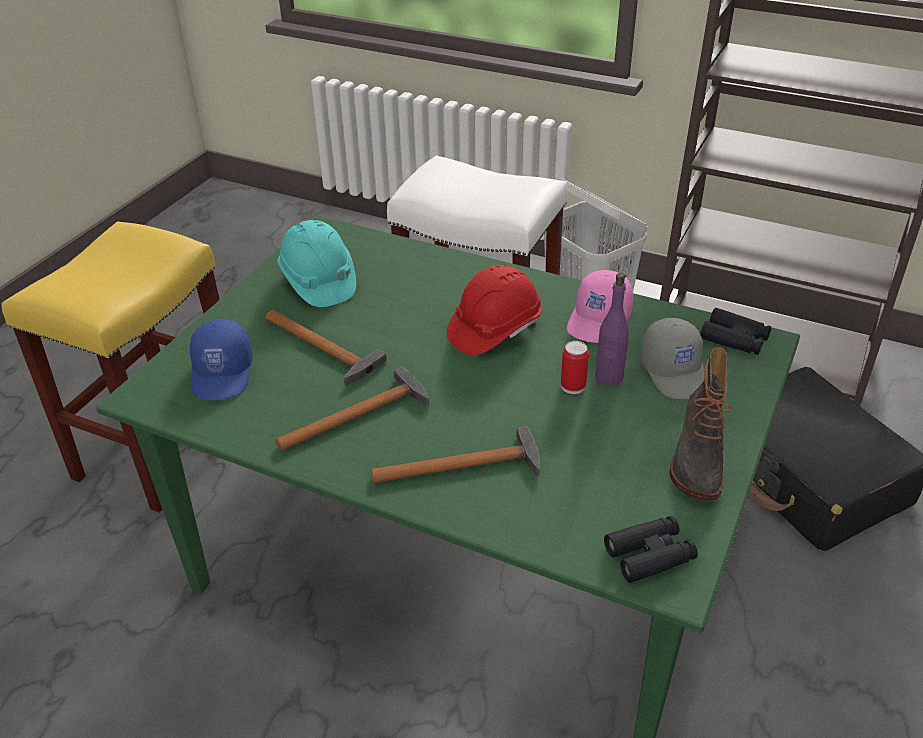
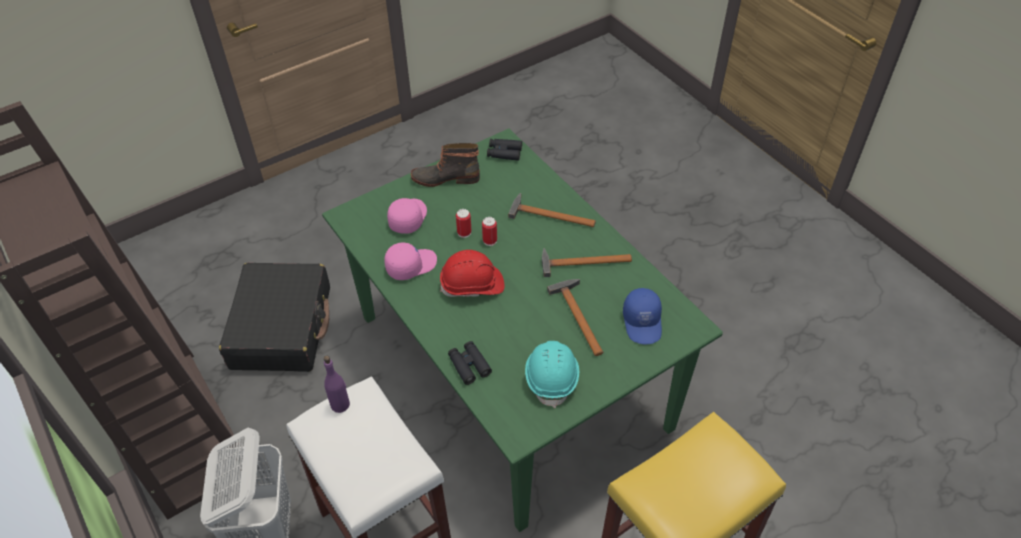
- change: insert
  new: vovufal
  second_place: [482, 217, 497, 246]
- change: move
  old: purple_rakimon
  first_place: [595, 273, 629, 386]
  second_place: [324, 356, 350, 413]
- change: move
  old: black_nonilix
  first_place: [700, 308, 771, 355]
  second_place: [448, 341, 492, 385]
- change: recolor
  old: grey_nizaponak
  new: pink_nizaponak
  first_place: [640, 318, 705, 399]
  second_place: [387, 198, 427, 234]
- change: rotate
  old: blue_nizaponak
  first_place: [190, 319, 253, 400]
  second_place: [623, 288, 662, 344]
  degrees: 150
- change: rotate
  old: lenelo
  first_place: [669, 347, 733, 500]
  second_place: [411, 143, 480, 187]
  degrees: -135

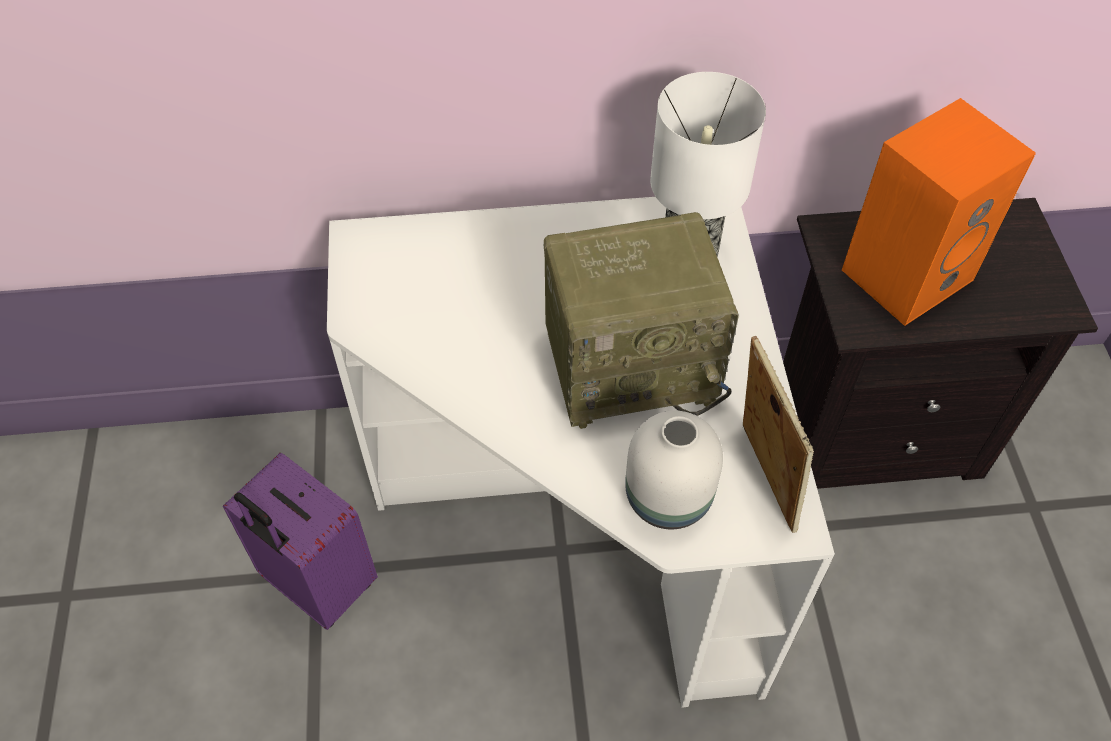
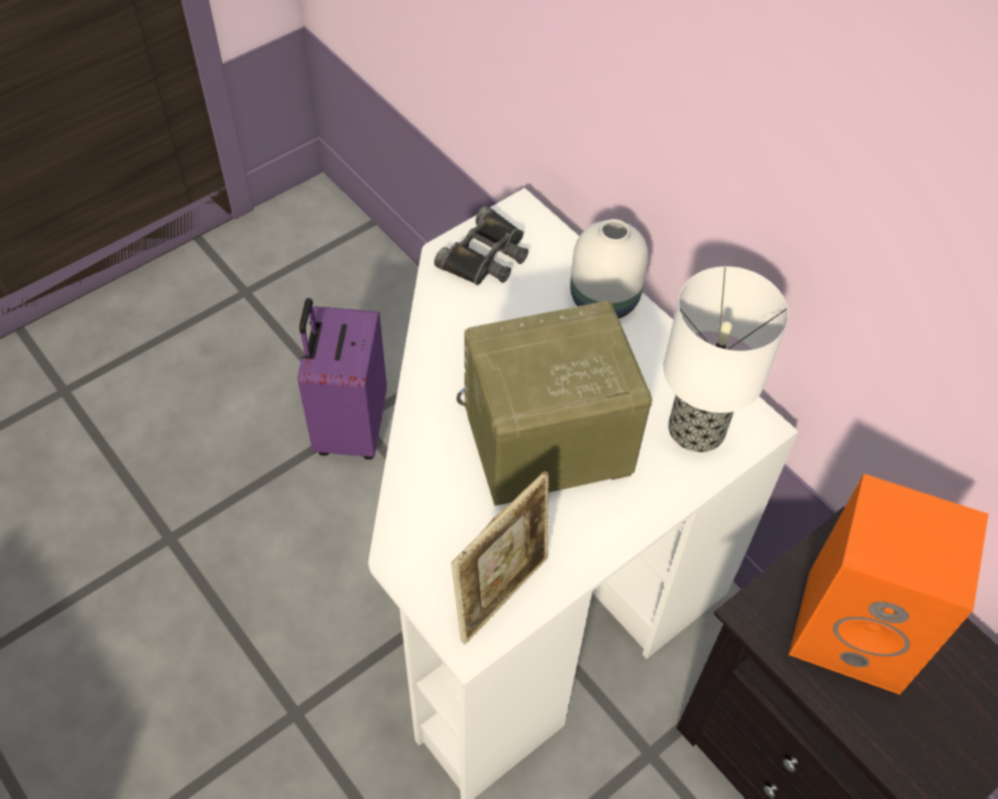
- change: insert
  new: black_nonilix
  second_place: [434, 206, 528, 285]
- change: move
  old: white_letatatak
  first_place: [625, 411, 723, 529]
  second_place: [570, 219, 649, 319]
- change: rotate
  old: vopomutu
  first_place: [544, 212, 739, 429]
  second_place: [456, 301, 652, 506]
  degrees: 120

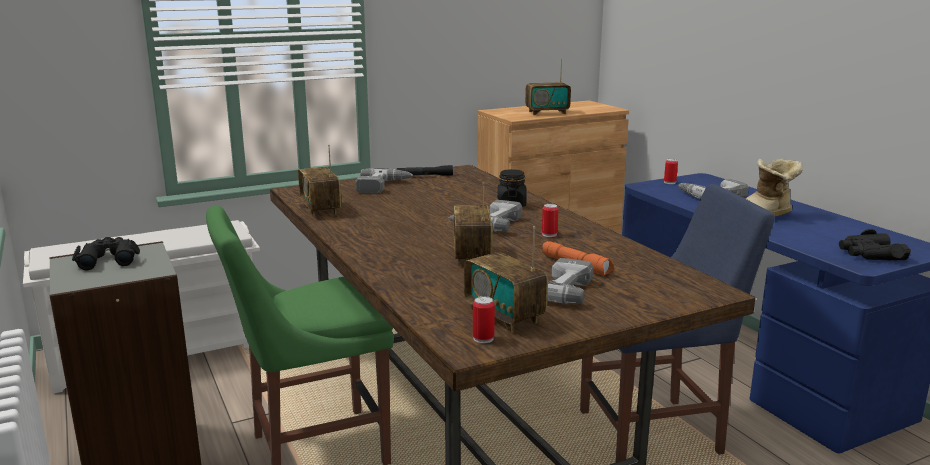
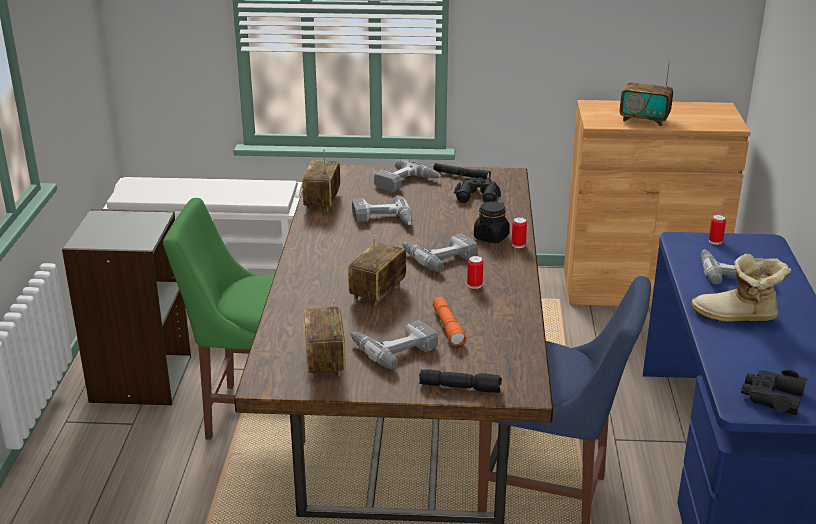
- change: insert
  new: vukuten
  second_place: [352, 195, 413, 225]
- change: insert
  new: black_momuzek
  second_place: [419, 369, 502, 393]
- change: move
  old: black_nonilix
  first_place: [72, 237, 140, 271]
  second_place: [454, 177, 501, 203]
- change: move
  old: vovufal
  first_place: [473, 296, 495, 343]
  second_place: [512, 217, 527, 248]

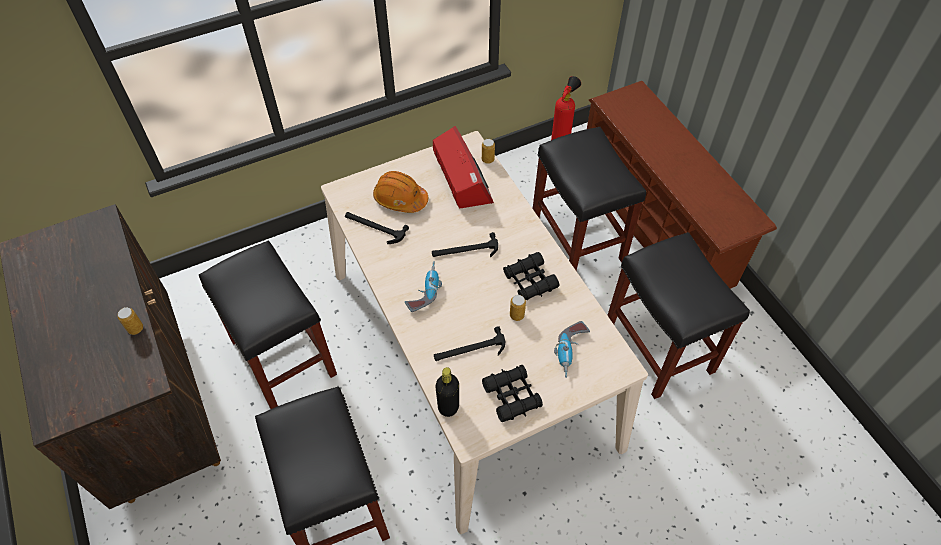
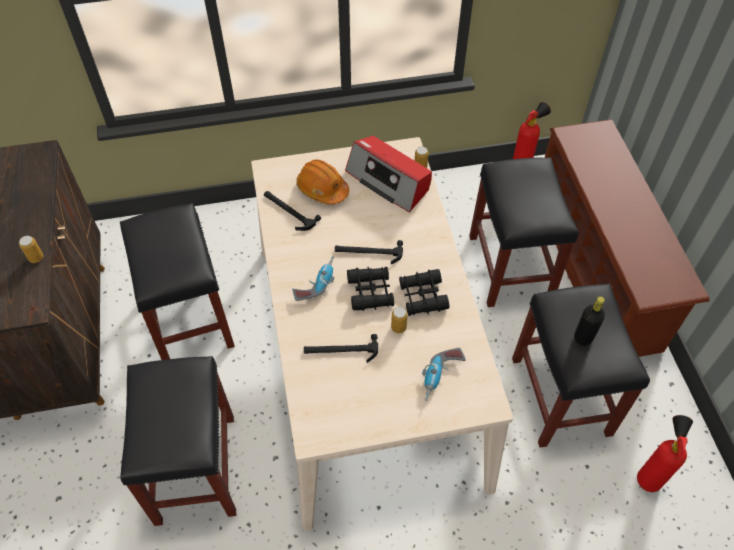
- change: insert
  new: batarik
  second_place: [637, 415, 693, 492]
- change: move
  old: black_rakimon
  first_place: [436, 367, 459, 417]
  second_place: [574, 296, 605, 346]
- change: move
  old: black_nonilix
  first_place: [482, 365, 543, 422]
  second_place: [347, 267, 394, 311]
- change: rotate
  old: vopomutu
  first_place: [433, 126, 494, 209]
  second_place: [345, 136, 432, 213]
  degrees: 135

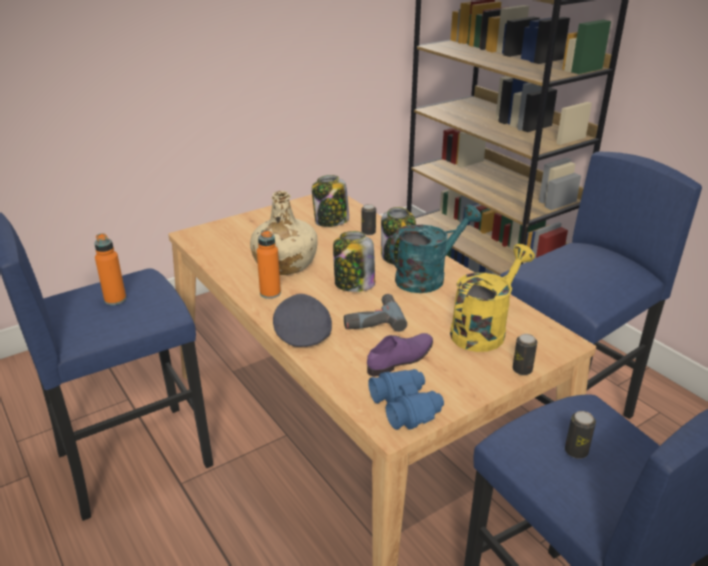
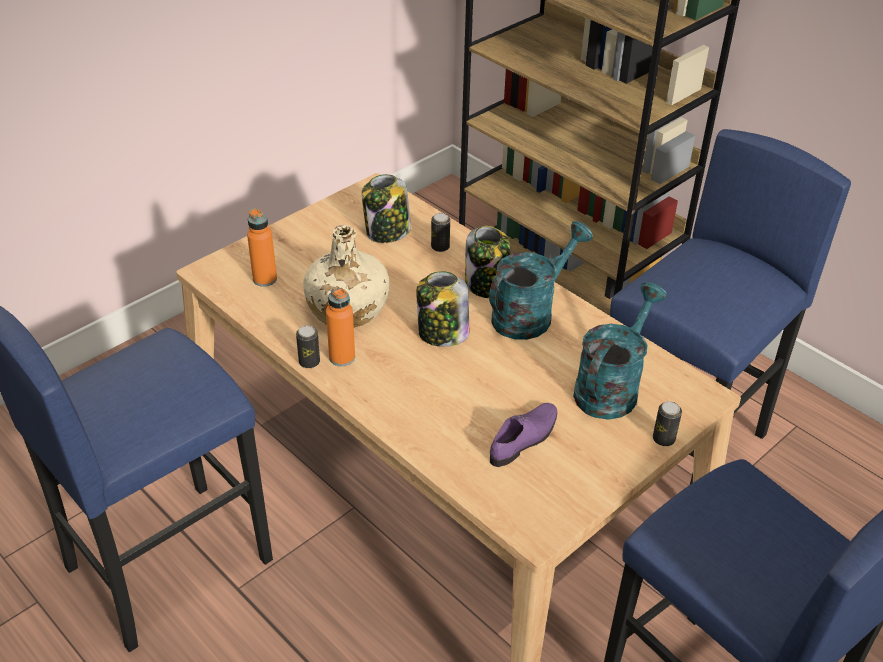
- change: delete
  old: grey_nizaponak
  first_place: [273, 294, 332, 347]
- change: delete
  old: vukuten
  first_place: [344, 294, 407, 332]
- change: delete
  old: blue_nonilix
  first_place: [368, 369, 444, 430]
- change: move
  old: orange_rakimon
  first_place: [95, 233, 126, 305]
  second_place: [247, 208, 277, 287]
- change: move
  old: vovufal
  first_place: [565, 411, 596, 459]
  second_place: [296, 325, 320, 368]
- change: recolor
  old: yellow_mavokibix
  new: turquoise_mavokibix
  first_place: [450, 244, 535, 352]
  second_place: [573, 282, 667, 420]

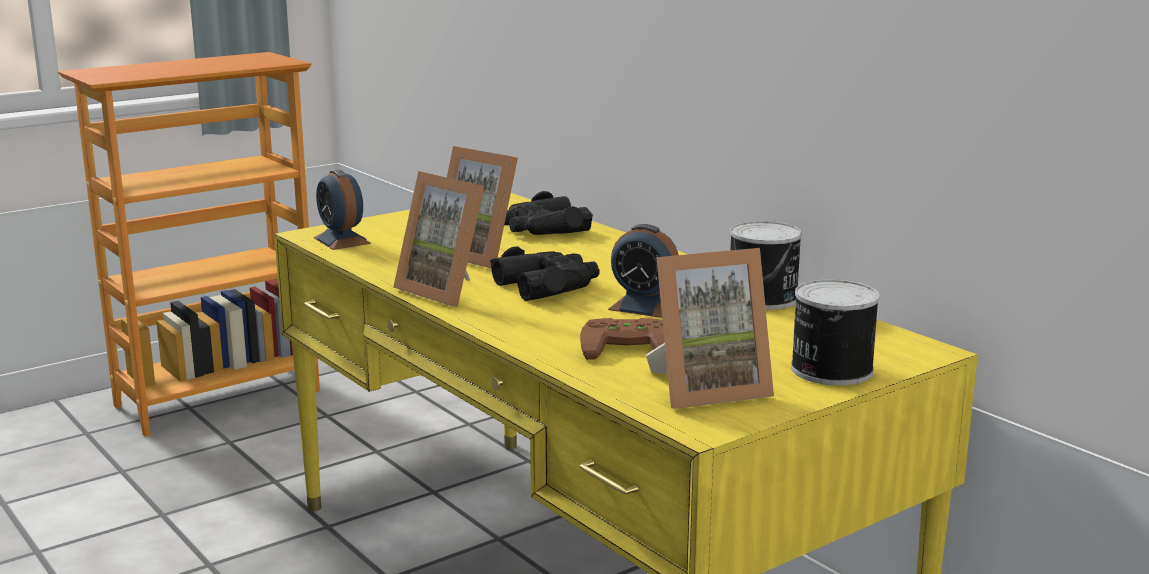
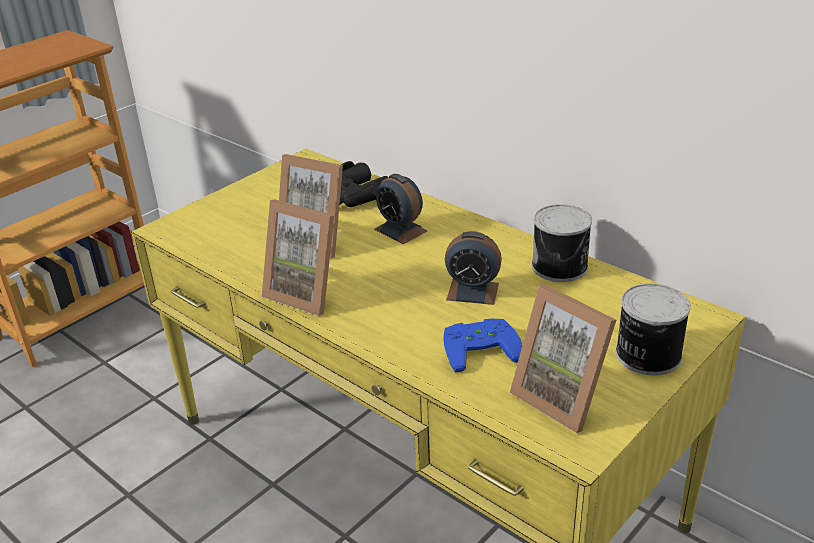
- change: delete
  old: black_nonilix
  first_place: [490, 246, 600, 301]
- change: move
  old: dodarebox
  first_place: [314, 169, 371, 250]
  second_place: [374, 174, 428, 244]
- change: recolor
  old: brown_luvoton
  new: blue_luvoton
  first_place: [580, 318, 665, 360]
  second_place: [443, 319, 523, 372]
- change: rotate
  old: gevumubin
  first_place: [646, 248, 774, 409]
  second_place: [510, 284, 616, 433]
  degrees: 75

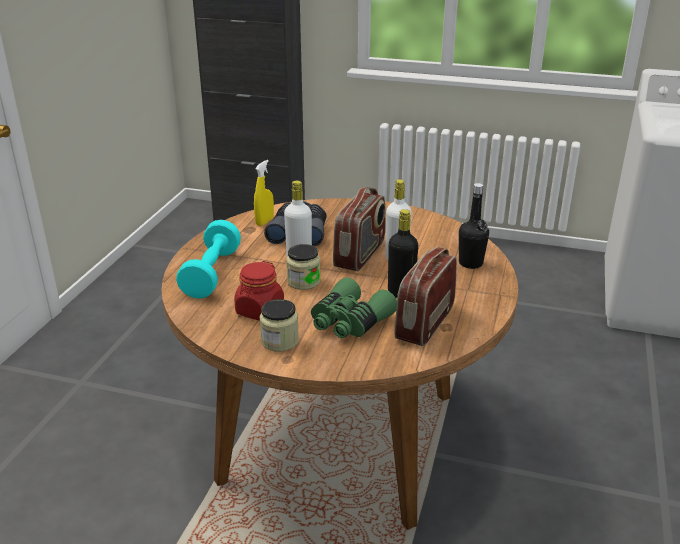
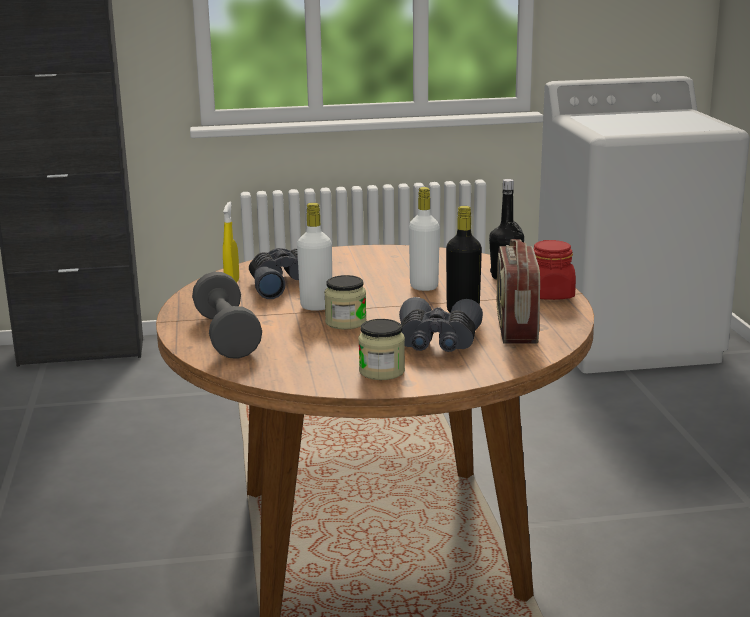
- change: delete
  old: vopomutu
  first_place: [333, 187, 385, 271]
- change: move
  old: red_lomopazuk
  first_place: [234, 261, 284, 320]
  second_place: [533, 240, 576, 300]
- change: recolor
  old: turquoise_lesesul
  new: grey_lesesul
  first_place: [176, 220, 241, 299]
  second_place: [192, 272, 262, 359]
- change: recolor
  old: green_nonilix
  new: grey_nonilix
  first_place: [311, 277, 397, 338]
  second_place: [399, 297, 483, 352]

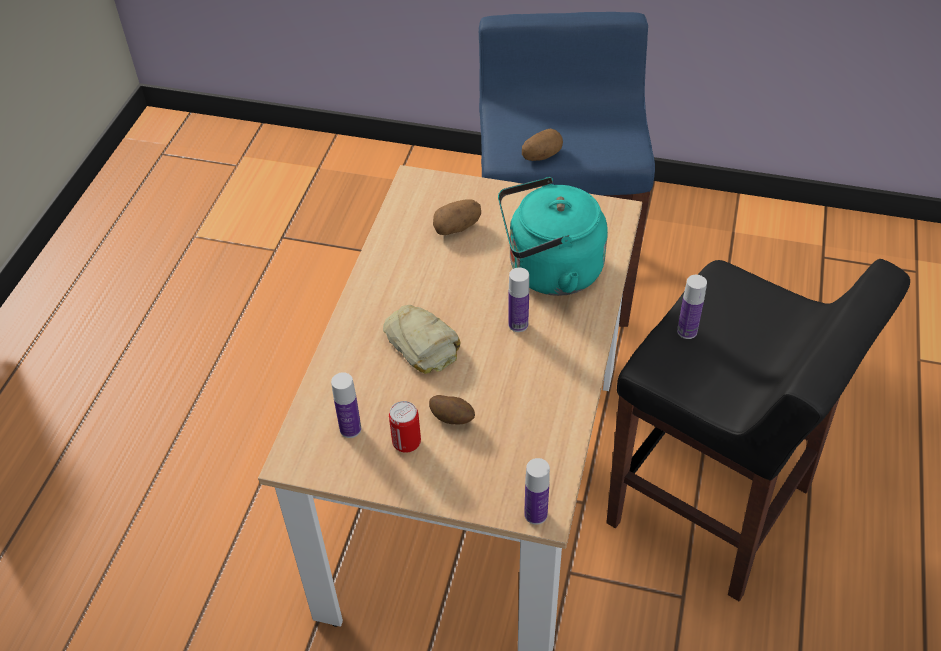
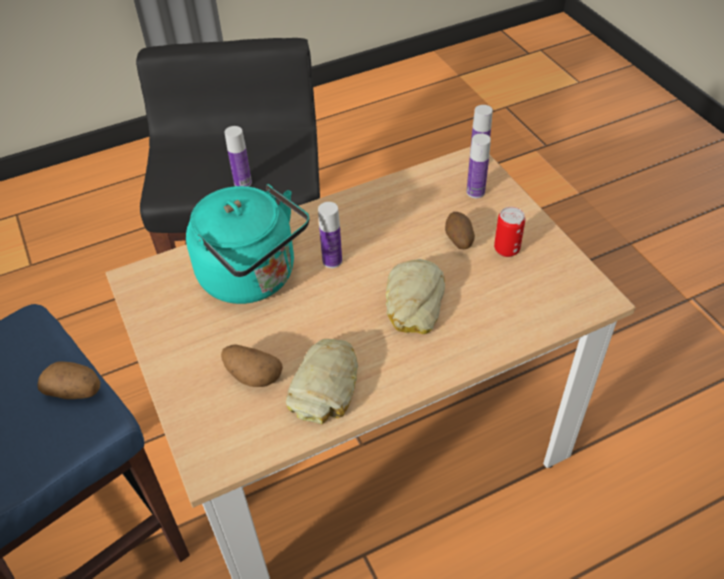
- change: insert
  new: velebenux
  second_place: [286, 339, 358, 424]
- change: move
  old: rakimon
  first_place: [331, 372, 361, 438]
  second_place: [467, 133, 491, 198]

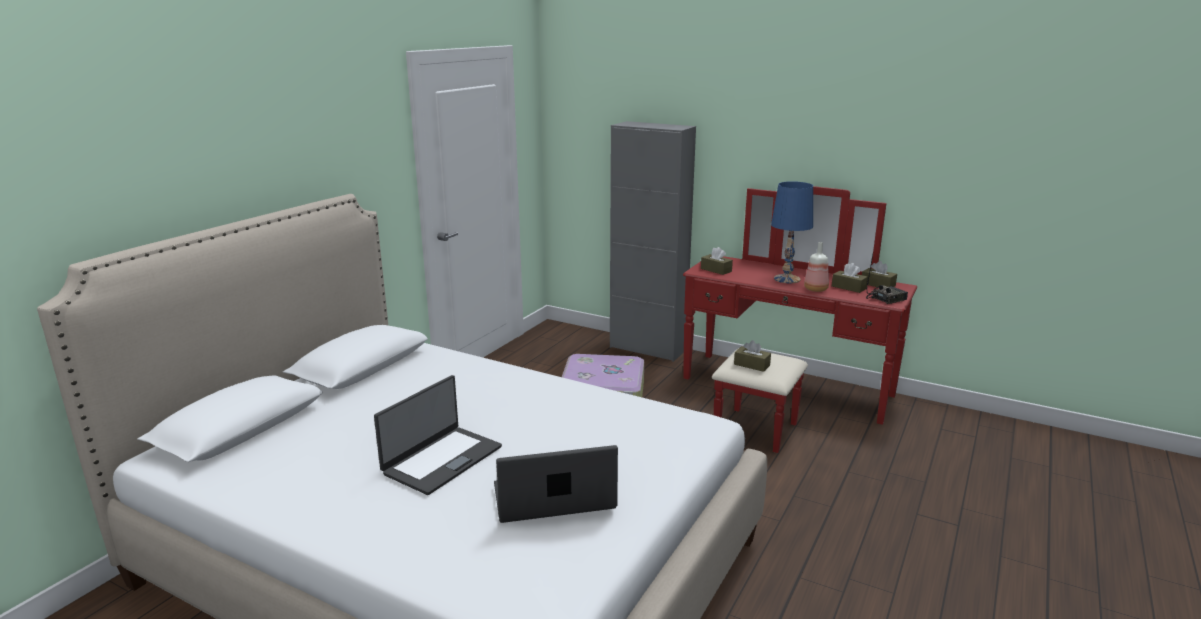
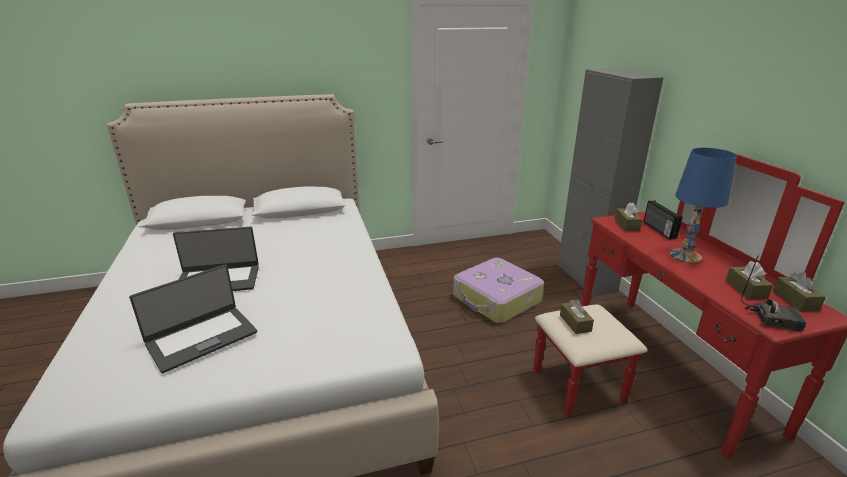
- change: delete
  old: rakimon
  first_place: [804, 242, 829, 292]
- change: insert
  new: vopomutu
  second_place: [643, 201, 683, 239]
- change: rotate
  old: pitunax
  first_place: [494, 445, 618, 523]
  second_place: [129, 264, 257, 373]
  degrees: 105

